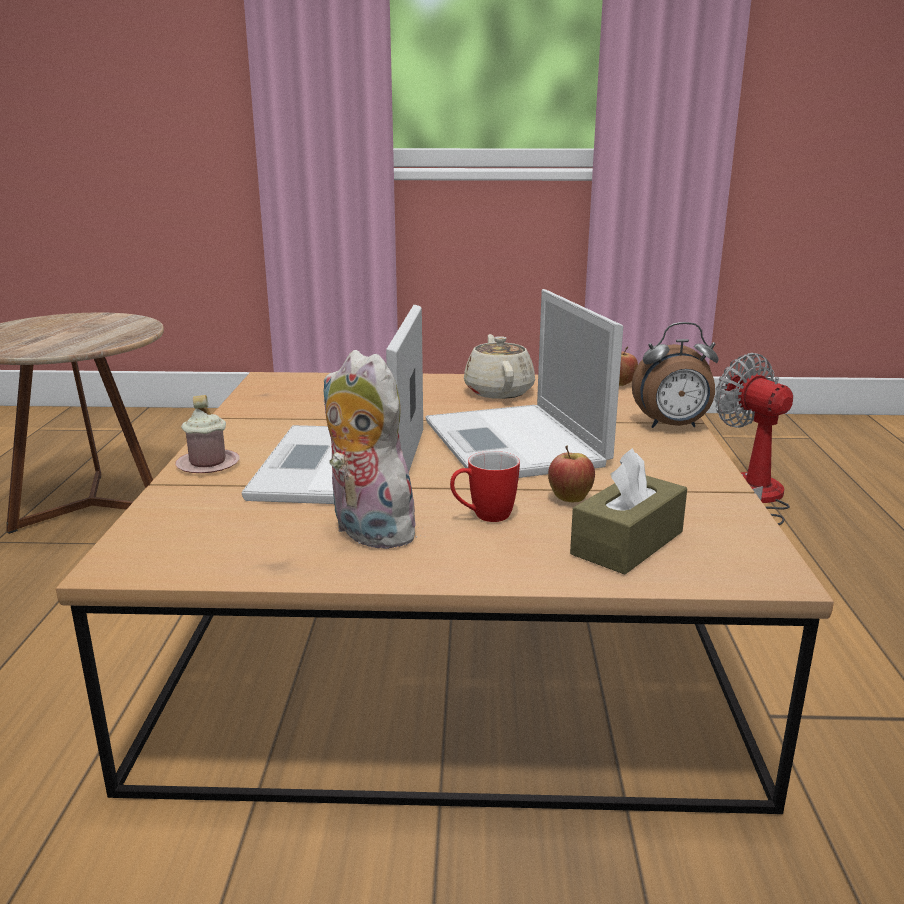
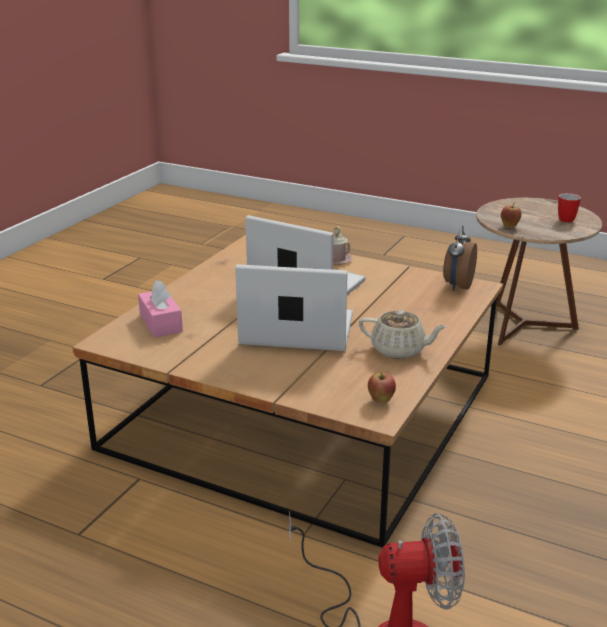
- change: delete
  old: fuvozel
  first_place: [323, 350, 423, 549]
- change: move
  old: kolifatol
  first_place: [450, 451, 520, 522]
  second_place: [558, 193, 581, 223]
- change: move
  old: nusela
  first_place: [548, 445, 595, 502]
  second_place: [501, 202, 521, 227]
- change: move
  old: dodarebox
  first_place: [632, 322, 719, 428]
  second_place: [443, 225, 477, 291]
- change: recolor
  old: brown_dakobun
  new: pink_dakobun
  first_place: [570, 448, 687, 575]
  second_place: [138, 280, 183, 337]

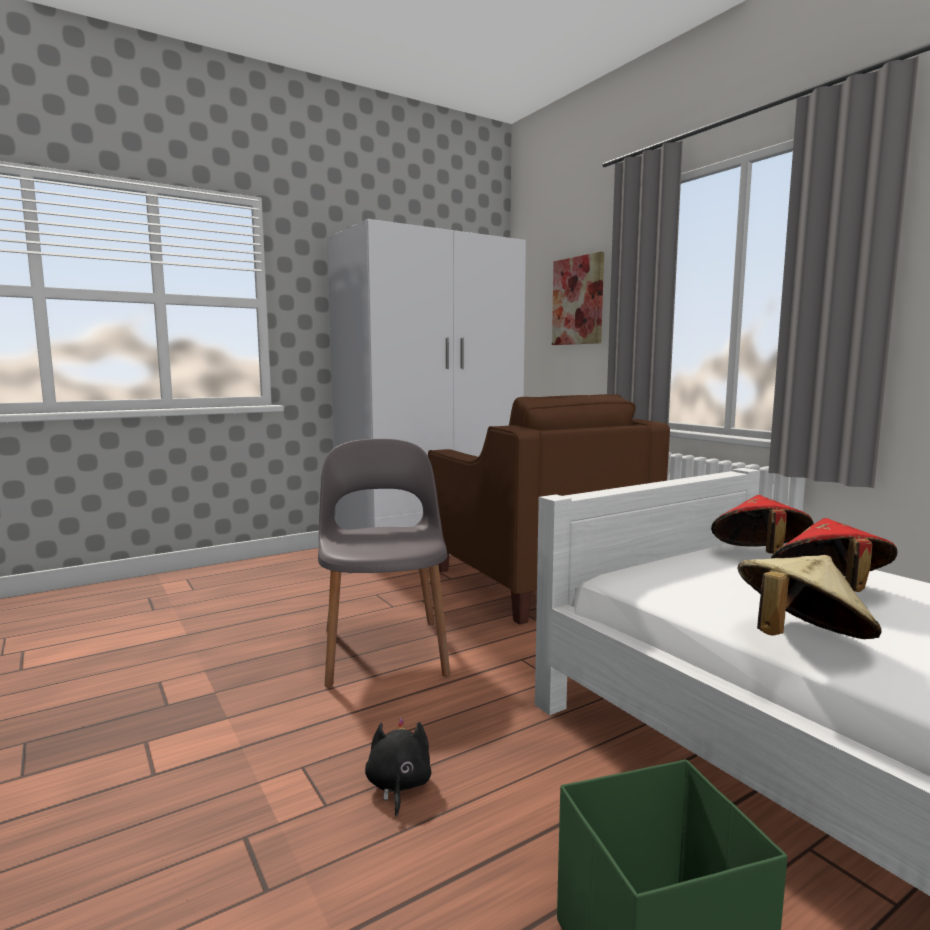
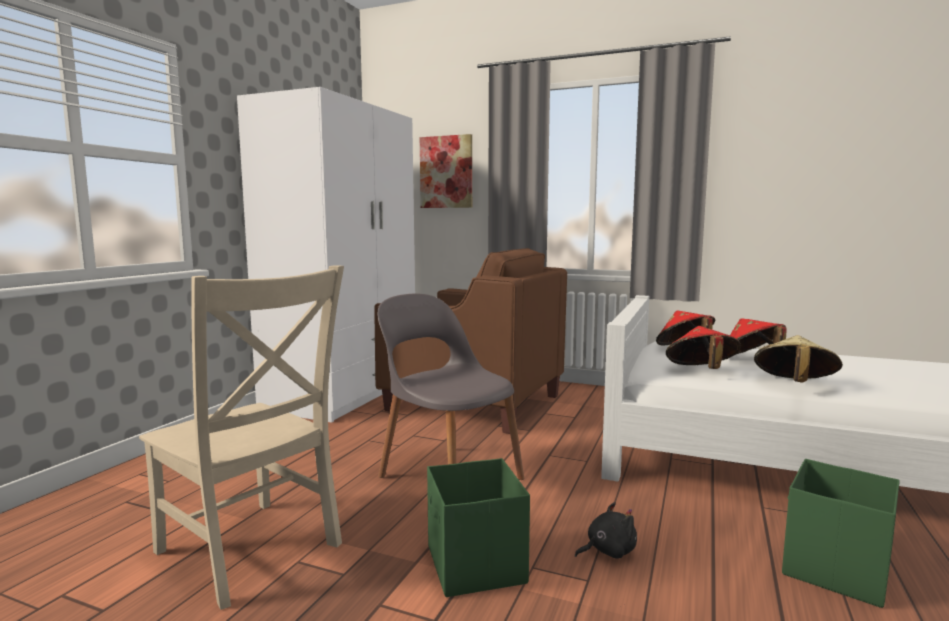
- change: insert
  new: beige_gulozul
  second_place: [139, 265, 344, 610]
- change: insert
  new: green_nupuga
  second_place: [427, 458, 530, 597]
- change: insert
  new: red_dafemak
  second_place: [666, 326, 741, 369]
- change: rotate
  old: black_fuvozel
  first_place: [365, 718, 431, 817]
  second_place: [575, 502, 637, 559]
  degrees: 105

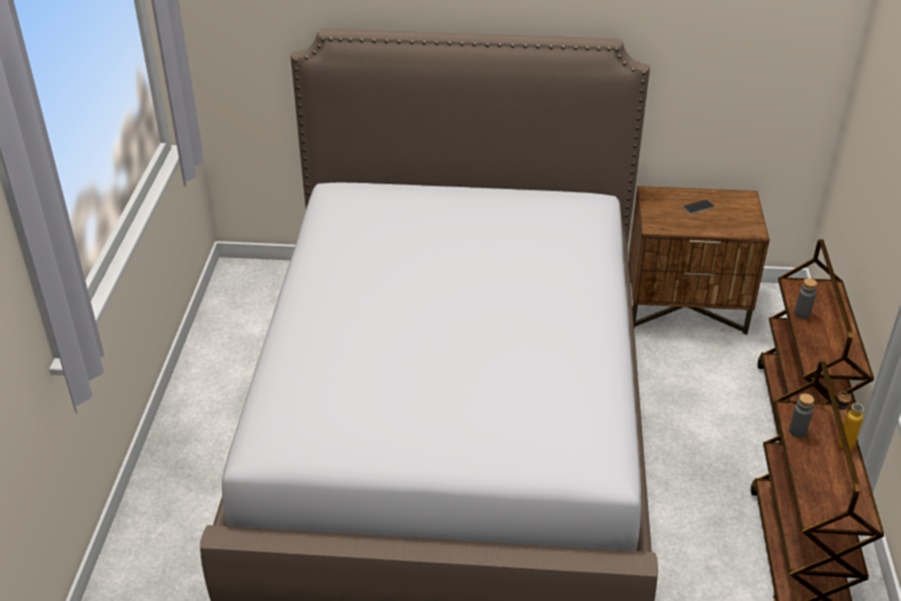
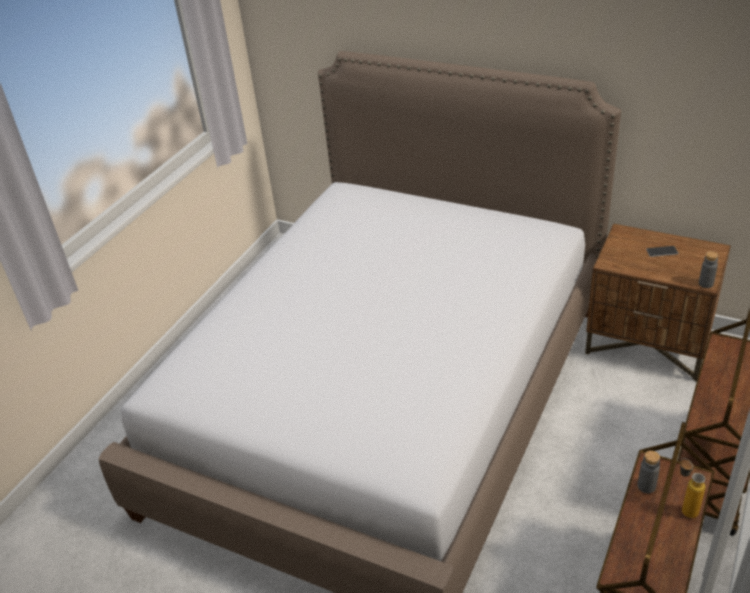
- change: move
  old: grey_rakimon
  first_place: [795, 278, 817, 319]
  second_place: [699, 251, 718, 288]

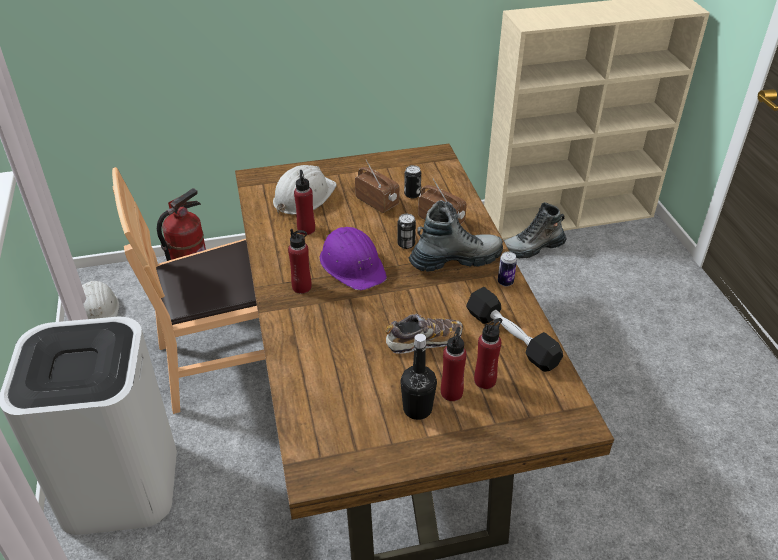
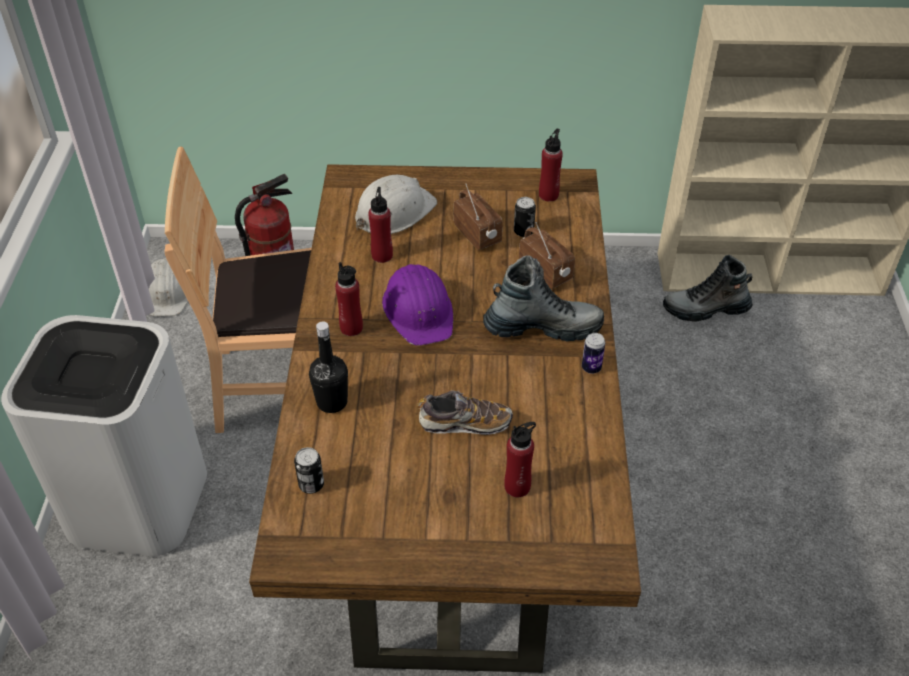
- change: delete
  old: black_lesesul
  first_place: [466, 287, 563, 372]
- change: move
  old: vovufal
  first_place: [397, 214, 416, 249]
  second_place: [294, 447, 324, 494]
- change: move
  old: black_rakimon
  first_place: [400, 334, 437, 420]
  second_place: [309, 322, 348, 413]
- change: move
  old: red_rakimon
  first_place: [441, 327, 467, 401]
  second_place: [539, 129, 563, 201]

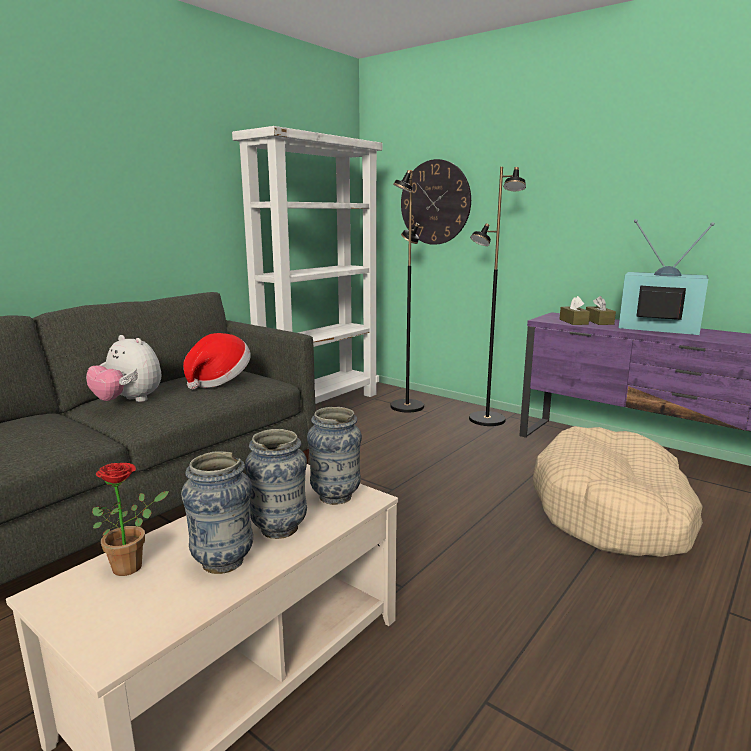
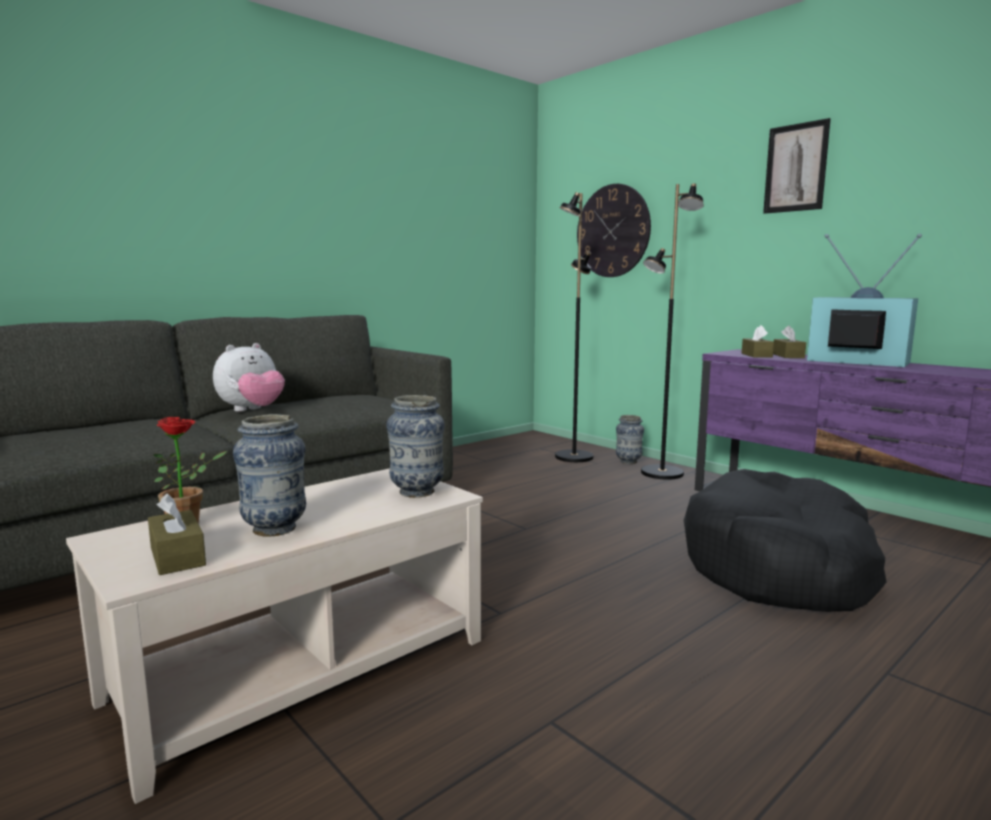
- change: delete
  old: dafemak
  first_place: [183, 333, 251, 389]
- change: delete
  old: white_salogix
  first_place: [232, 126, 382, 404]
- change: insert
  new: brown_dakobun
  second_place: [148, 494, 206, 575]
- change: insert
  new: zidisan
  second_place: [763, 118, 831, 214]
- change: move
  old: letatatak
  first_place: [245, 429, 307, 539]
  second_place: [616, 415, 644, 464]
- change: recolor
  old: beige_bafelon
  new: black_bafelon
  first_place: [533, 426, 703, 557]
  second_place: [684, 469, 887, 612]
- change: rotate
  old: fuvozel
  first_place: [86, 335, 162, 402]
  second_place: [213, 343, 285, 412]
  degrees: -90

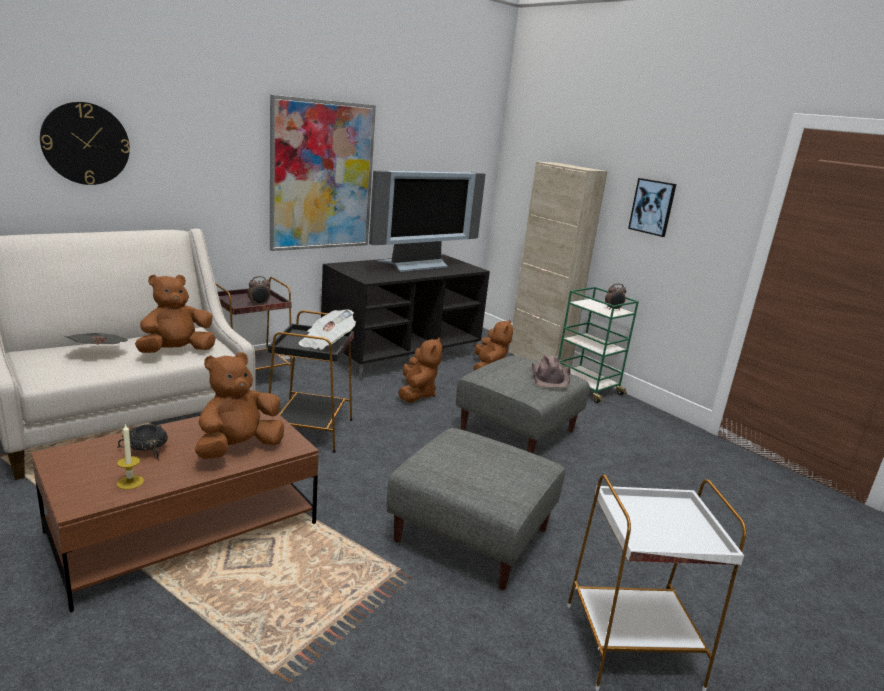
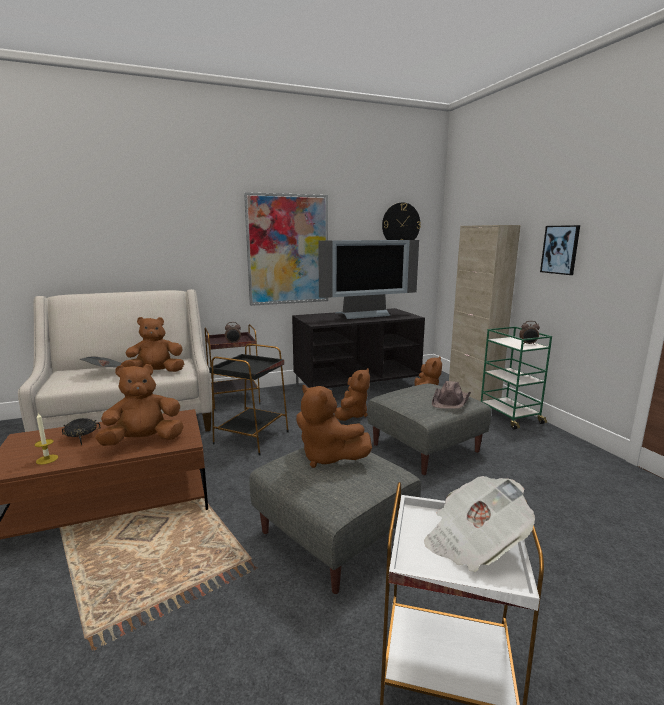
- change: insert
  new: brown_fuvozel
  second_place: [296, 385, 372, 468]
- change: move
  old: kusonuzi
  first_place: [40, 102, 130, 185]
  second_place: [382, 202, 421, 240]
- change: move
  old: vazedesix
  first_place: [299, 309, 356, 350]
  second_place: [424, 476, 535, 572]

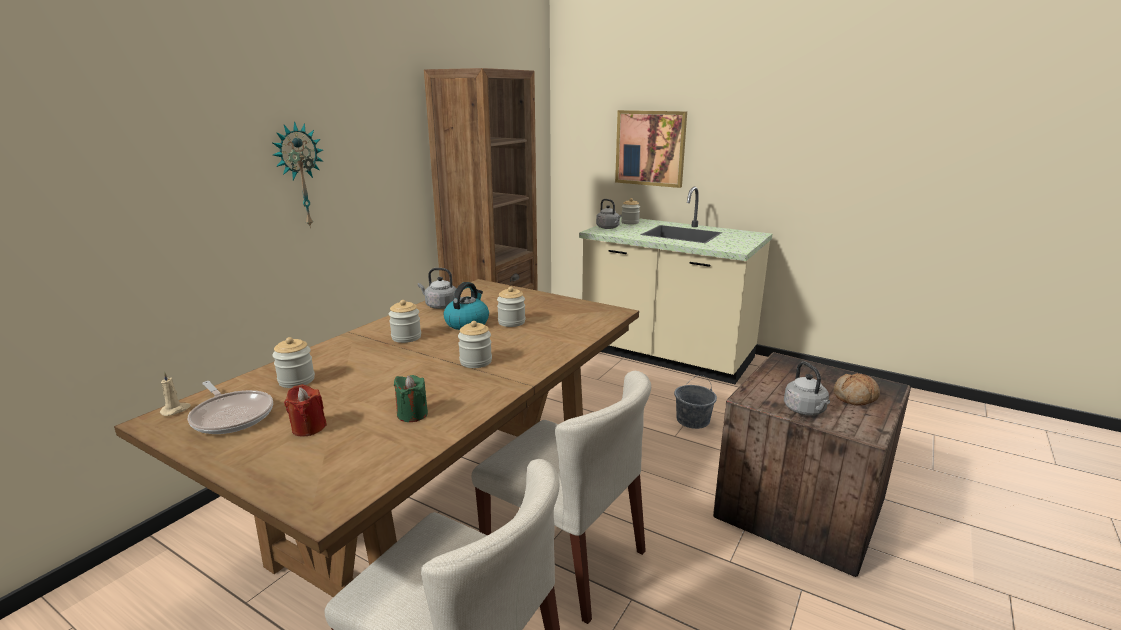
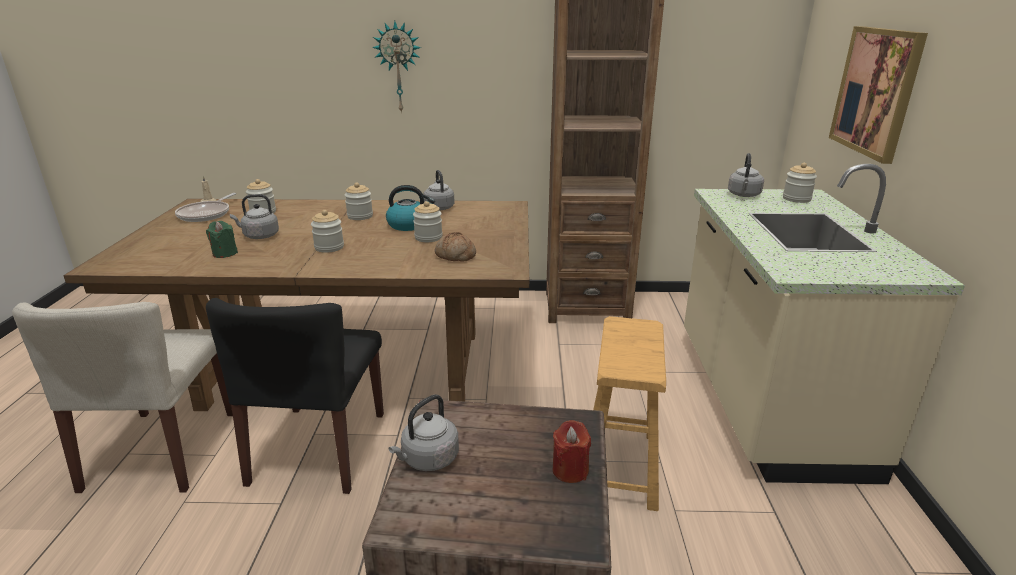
- change: insert
  new: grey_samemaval
  second_place: [230, 194, 279, 239]
- change: move
  old: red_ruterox
  first_place: [284, 384, 327, 436]
  second_place: [553, 420, 591, 483]
- change: move
  old: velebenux
  first_place: [834, 373, 880, 406]
  second_place: [435, 232, 476, 262]
- change: replace
  old: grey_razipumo
  new: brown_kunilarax
  first_place: [674, 375, 717, 429]
  second_place: [593, 316, 666, 511]
- change: recolor
  old: beige_gulozul
  new: black_gulozul
  first_place: [472, 371, 651, 624]
  second_place: [206, 298, 384, 494]

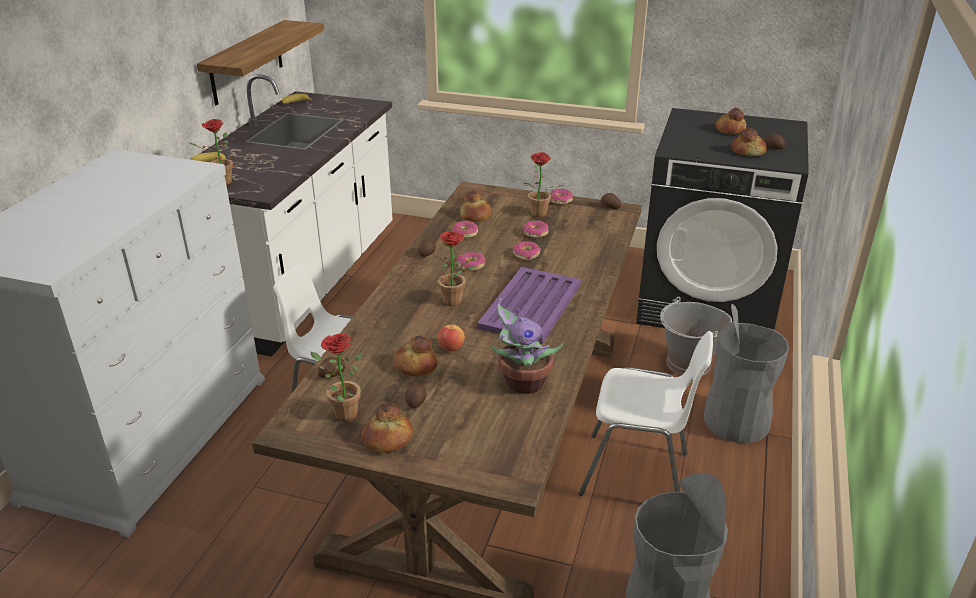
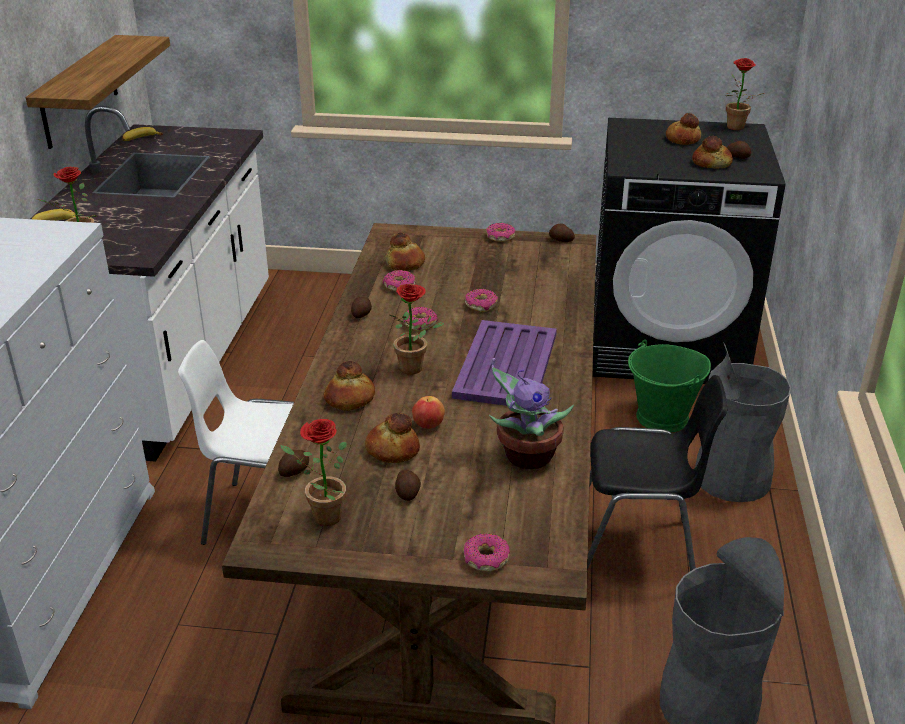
- change: move
  old: velebenux
  first_place: [361, 403, 413, 453]
  second_place: [324, 361, 375, 411]
- change: move
  old: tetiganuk
  first_place: [523, 152, 564, 218]
  second_place: [726, 58, 764, 130]
- change: move
  old: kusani
  first_place: [523, 220, 549, 238]
  second_place: [464, 533, 510, 571]
- change: recolor
  old: white_gulozul
  new: black_gulozul
  first_place: [579, 331, 713, 496]
  second_place: [587, 375, 727, 571]
- change: recolor
  old: grey_razipumo
  new: green_razipumo
  first_place: [660, 297, 732, 376]
  second_place: [628, 340, 711, 433]

